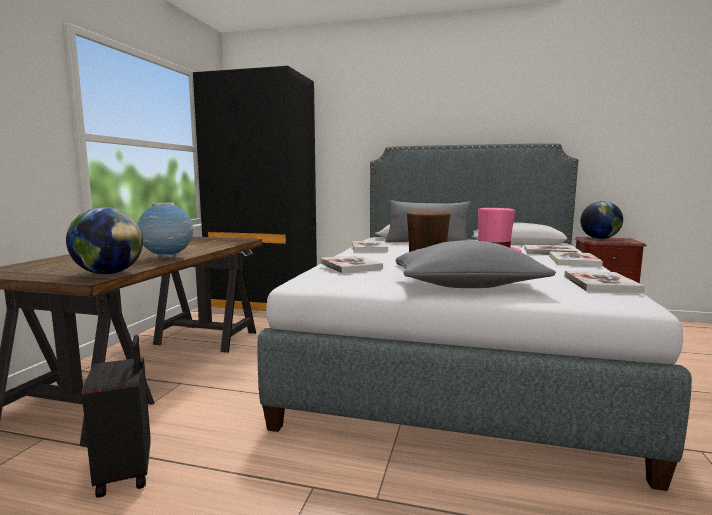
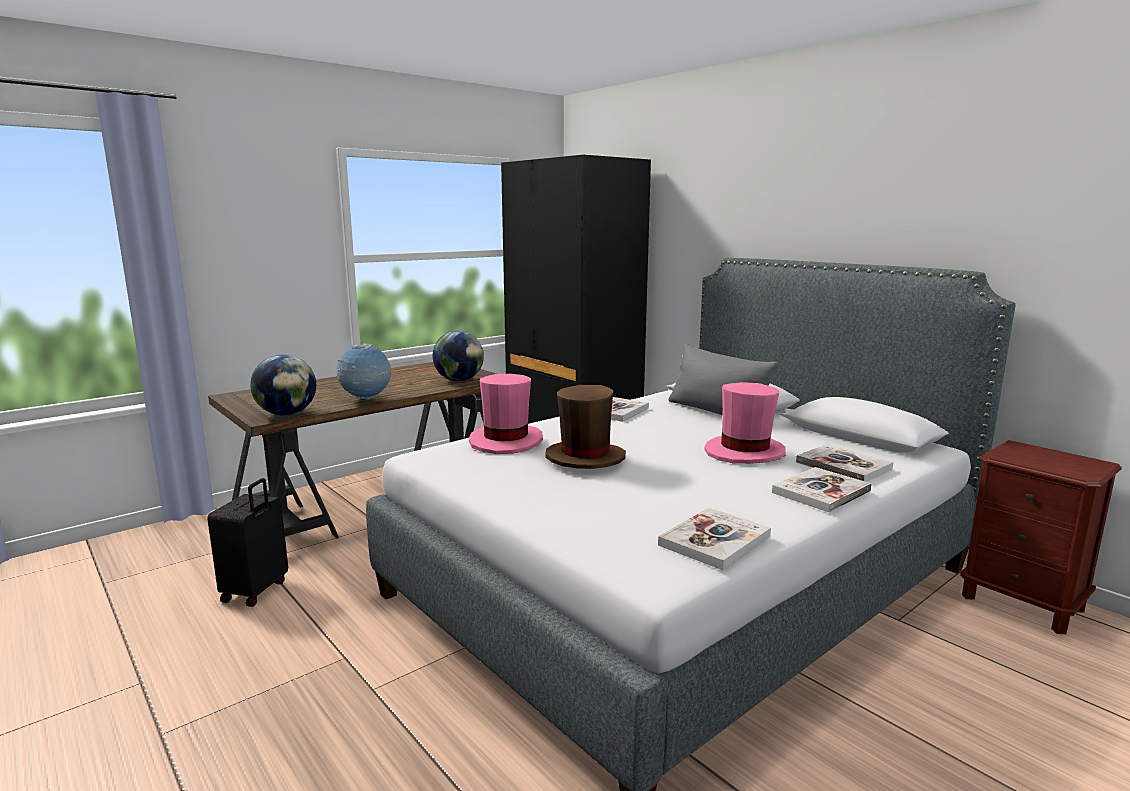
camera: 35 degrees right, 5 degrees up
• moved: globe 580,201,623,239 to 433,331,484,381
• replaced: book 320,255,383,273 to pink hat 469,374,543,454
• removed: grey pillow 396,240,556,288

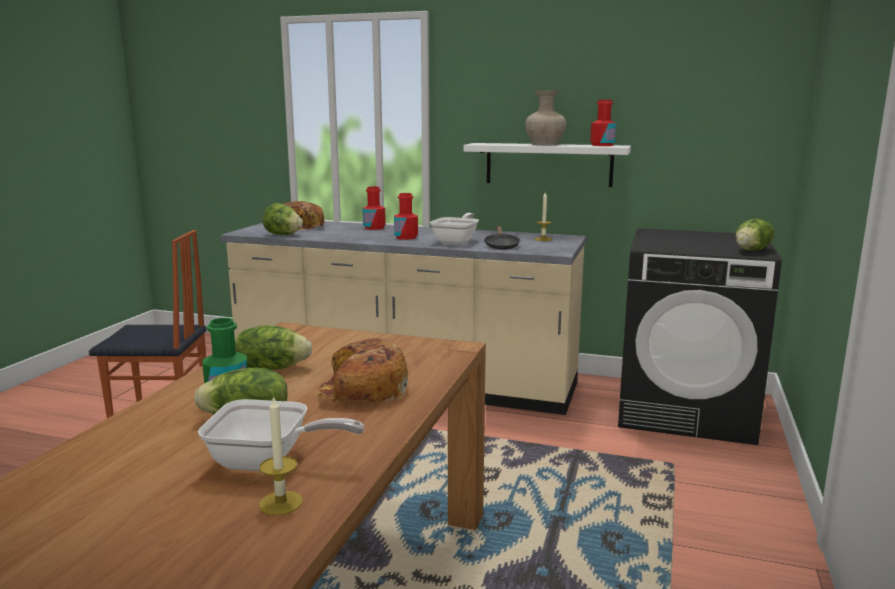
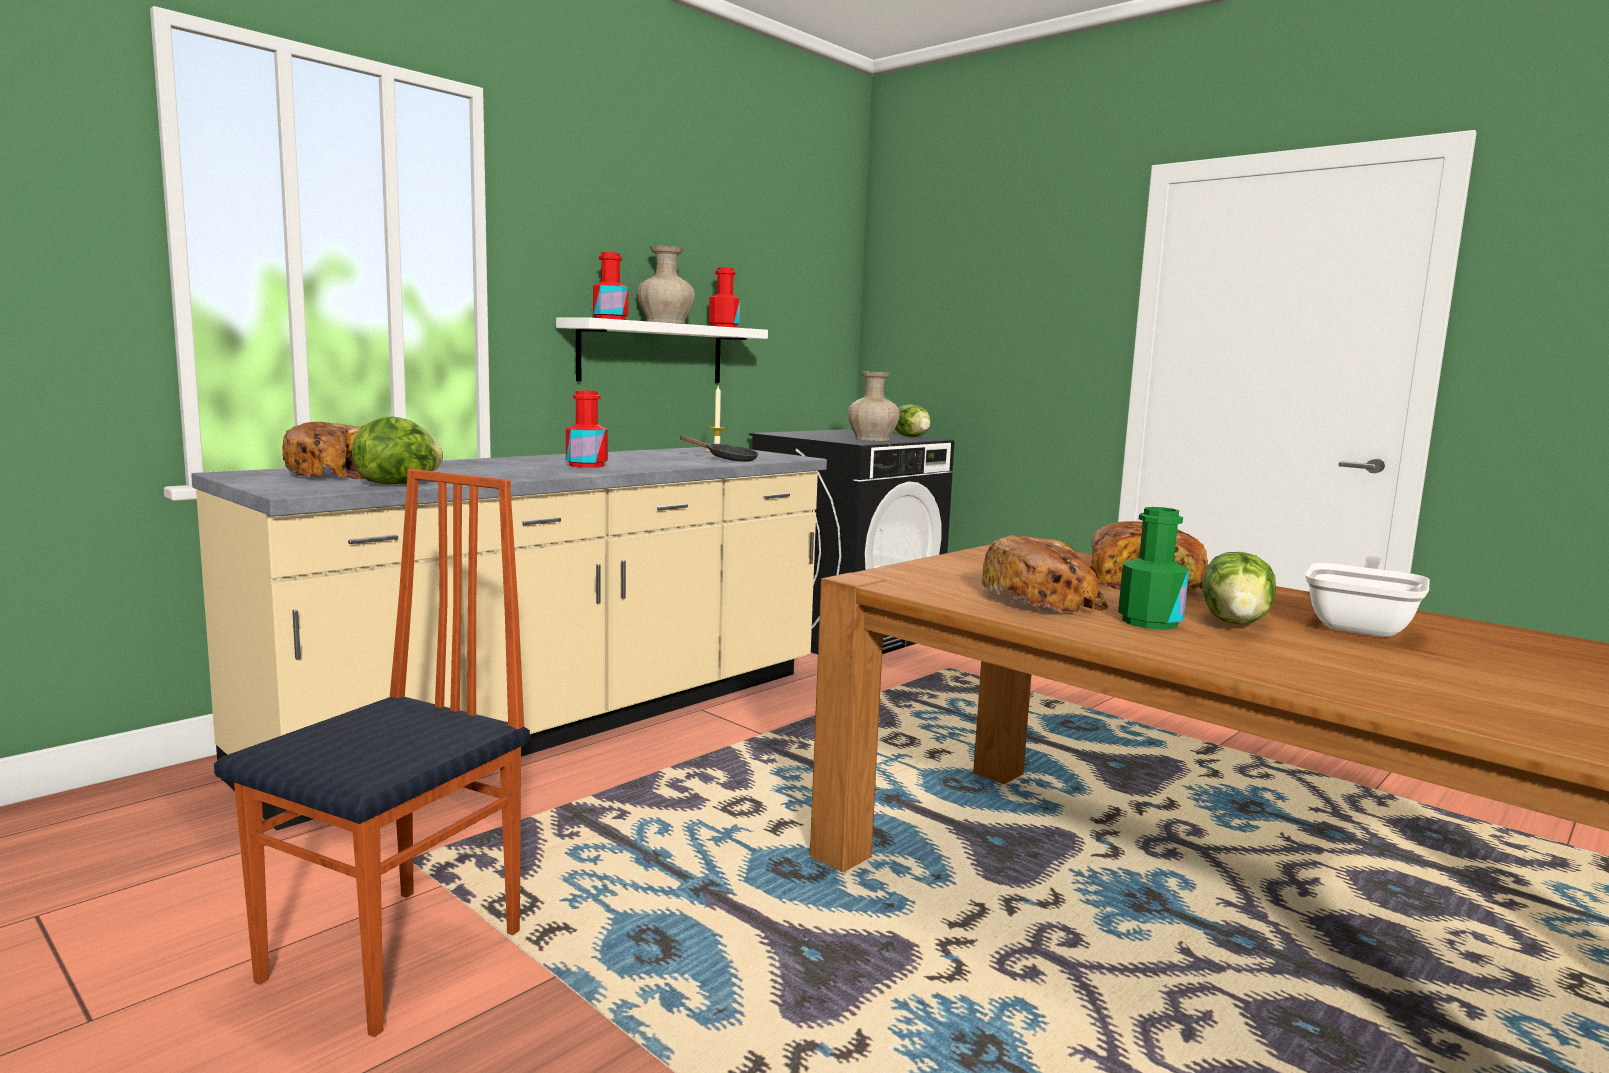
camera: 65 degrees left, 5 degrees down
• moved: red bottle 362,186,386,230 to 593,252,628,320
• added: beige vase 848,371,899,441
• replaced: lettuce 235,325,312,370 to bread 981,535,1109,612
• removed: candle 259,396,303,515
• removed: frying pan 430,213,479,244

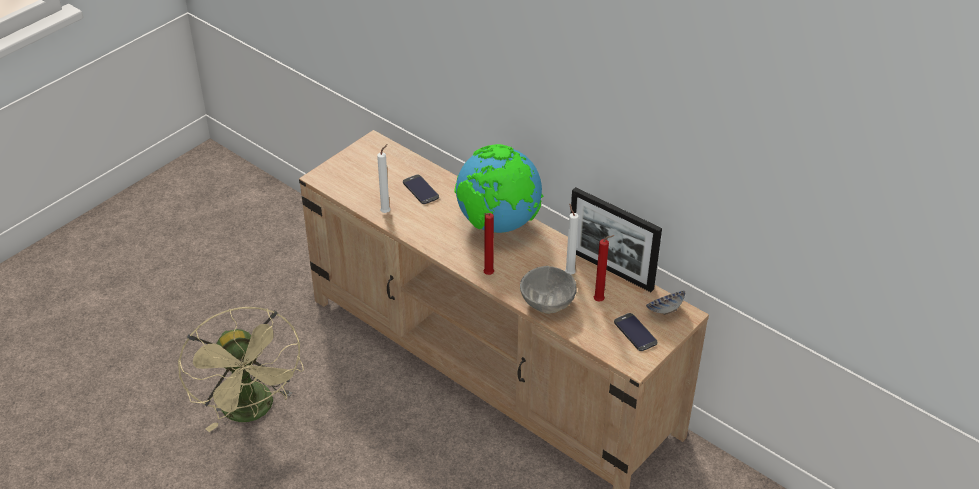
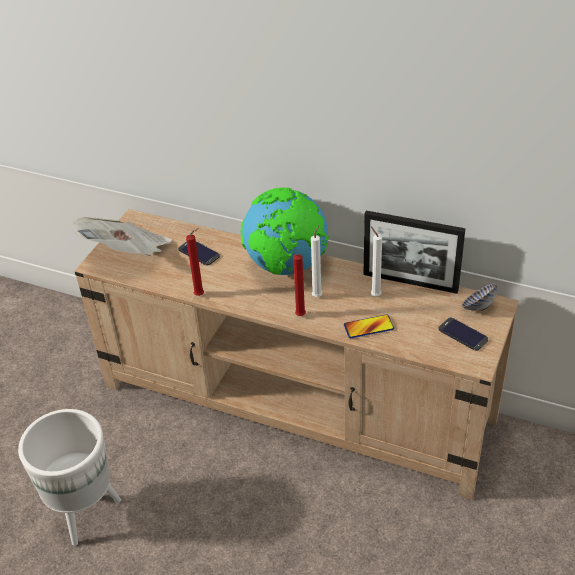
camera: 15 degrees left, 0 degrees up
• replaced: beige fan 178,307,304,432 to white planter 18,409,121,546
• added: newspaper 73,217,172,256
• moved: red candle 594,235,615,301 to 186,228,204,296
• moved: white candle 377,144,390,213 to 311,225,322,297
• replaced: grey bowl 520,266,577,314 to phone 344,315,394,338

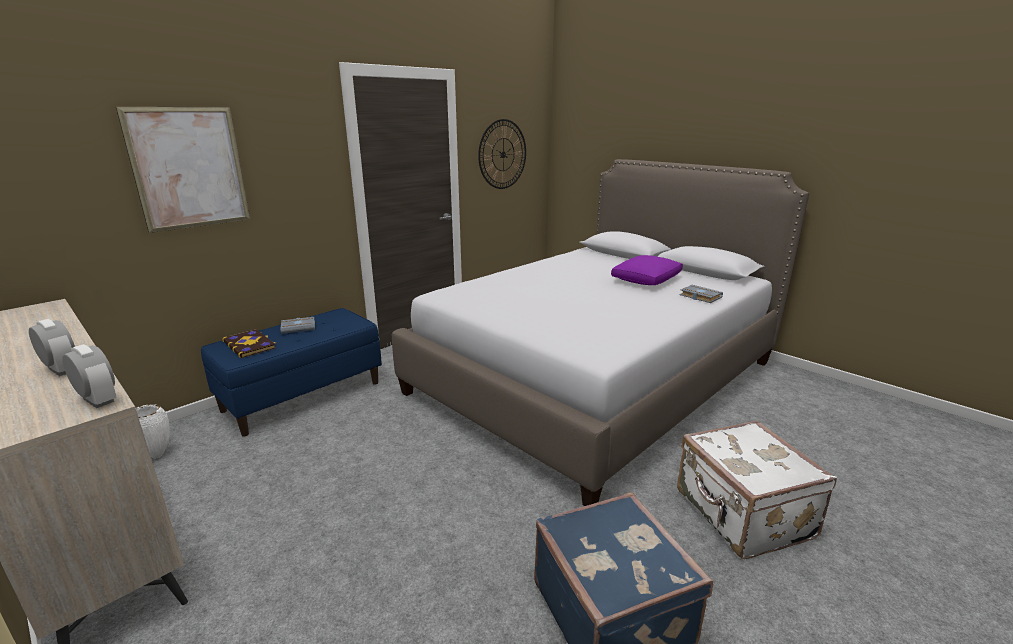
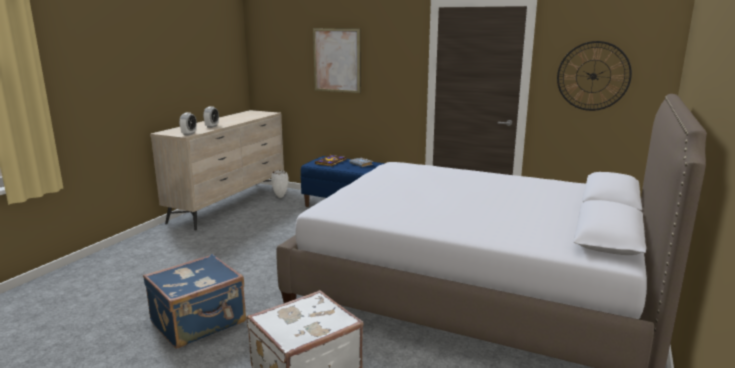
camera: 70 degrees right, 5 degrees down
• removed: purple pillow 611,255,683,285
• removed: grey book 680,285,723,303

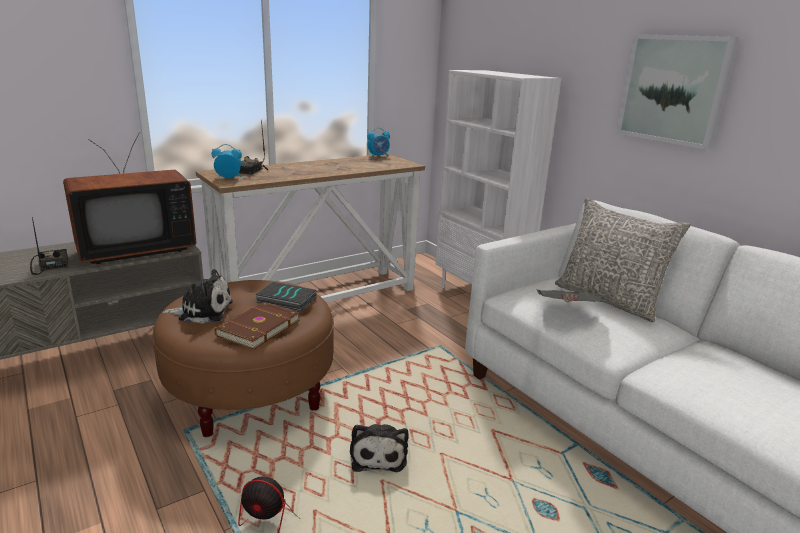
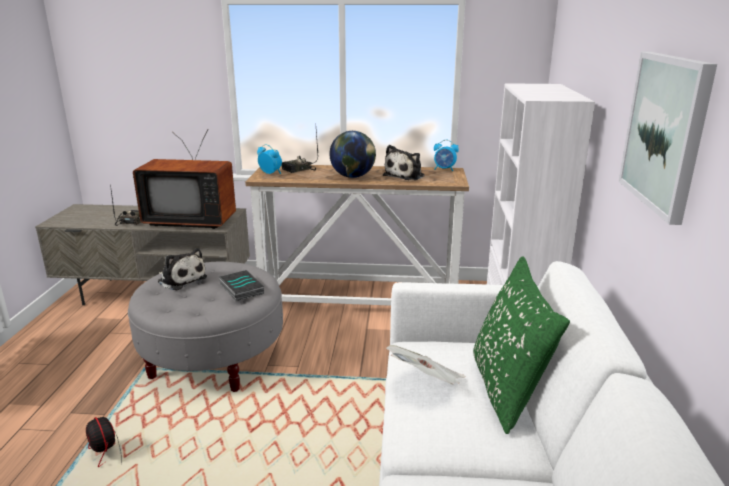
camera: 40 degrees right, 0 degrees up
• recoloured: brown ottoman 152,280,334,437 to grey ottoman 128,262,283,392
• added: globe 329,131,376,178
• moved: plush toy 350,424,409,472 to 383,145,425,180
• recoloured: grey pillow 555,197,691,322 to green pillow 473,257,570,434
• removed: brown book 215,302,300,350

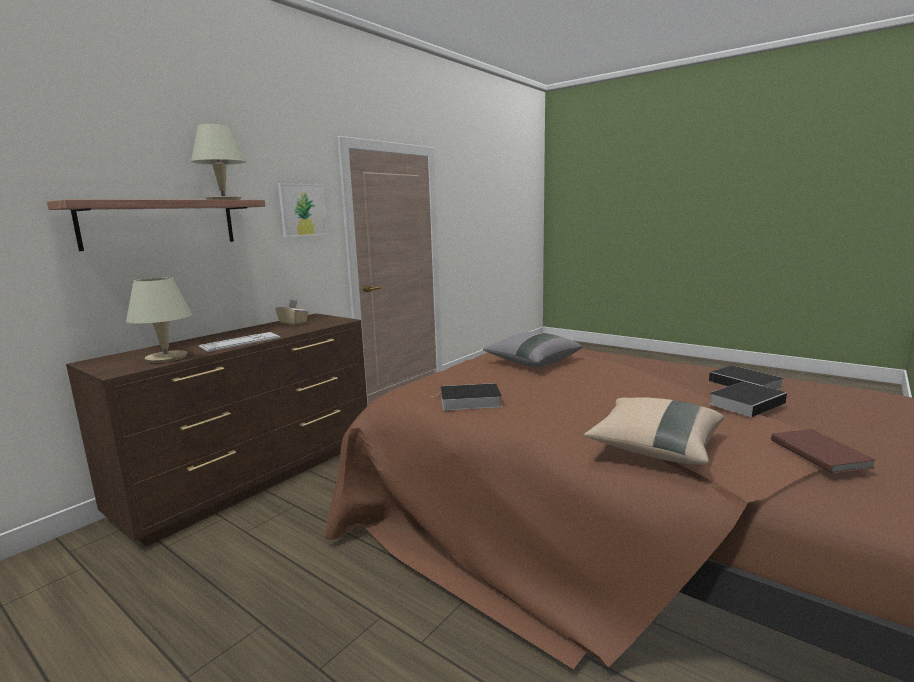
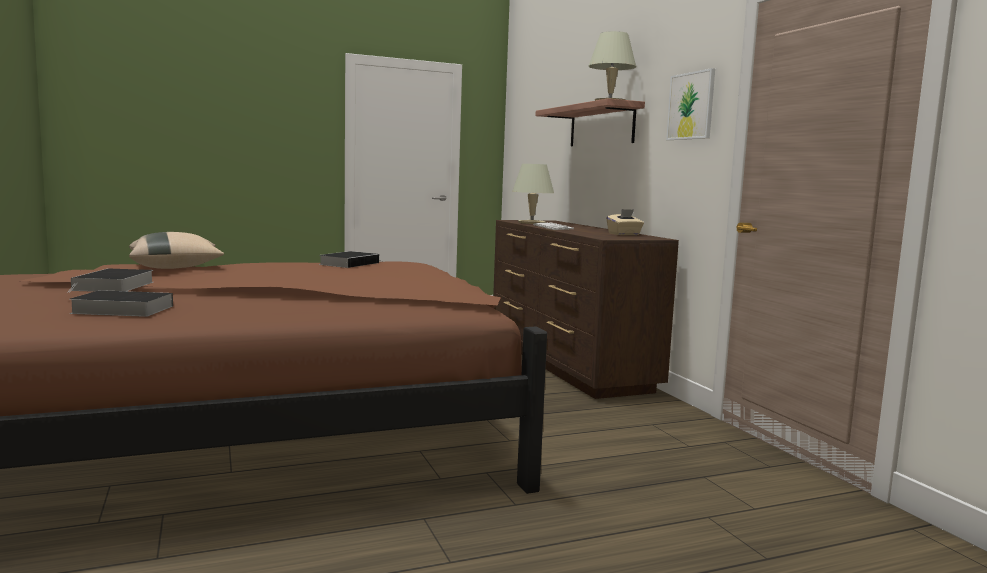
camera: 120 degrees right, 5 degrees down
• removed: grey pillow 483,332,582,367
• removed: brown book 771,429,876,474

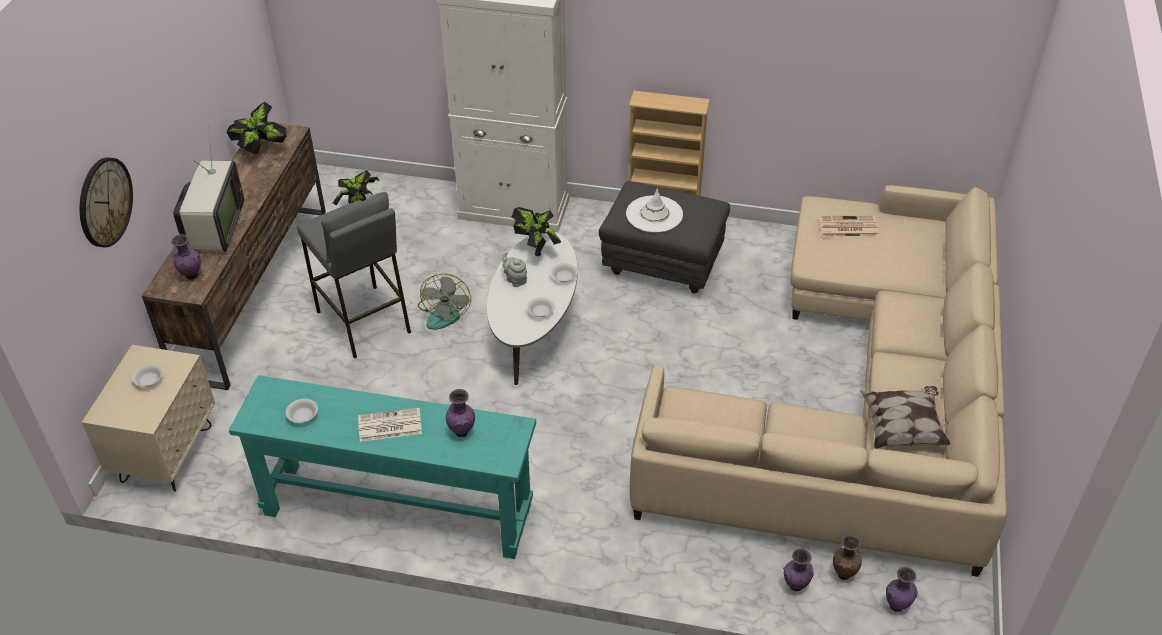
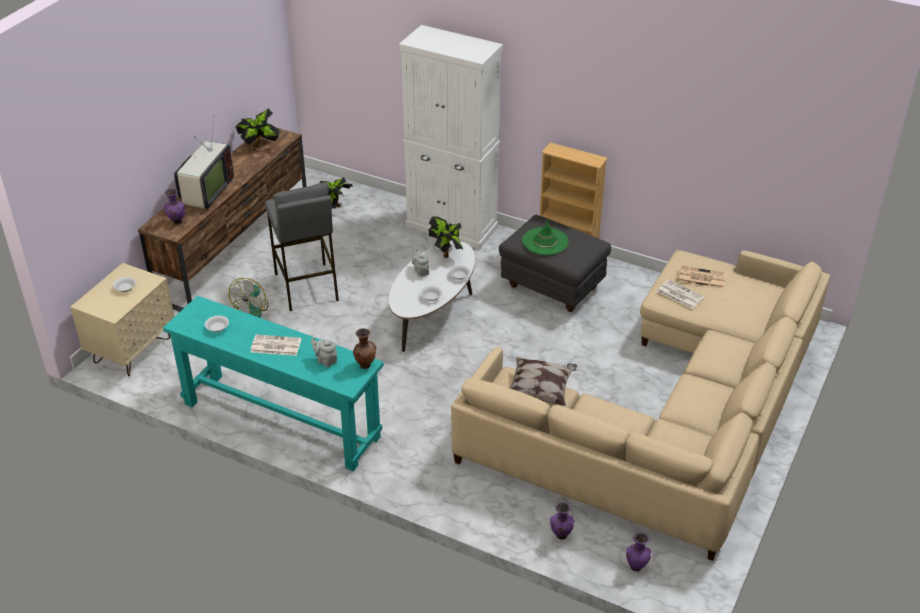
camera: 15 degrees right, 5 degrees down
• moved: fan 418,273,471,330 to 229,278,268,318
• replaced: purple vase 446,389,475,437 to grey teapot 311,336,337,367
• moved: brown vase 833,535,862,580 to 353,328,376,369
• moved: pillow 859,386,950,449 to 510,356,577,406
• recoloured: white hat 626,188,683,233 to green hat 522,220,569,255
• added: newspaper 657,280,704,309
• removed: wall clock 79,157,133,247

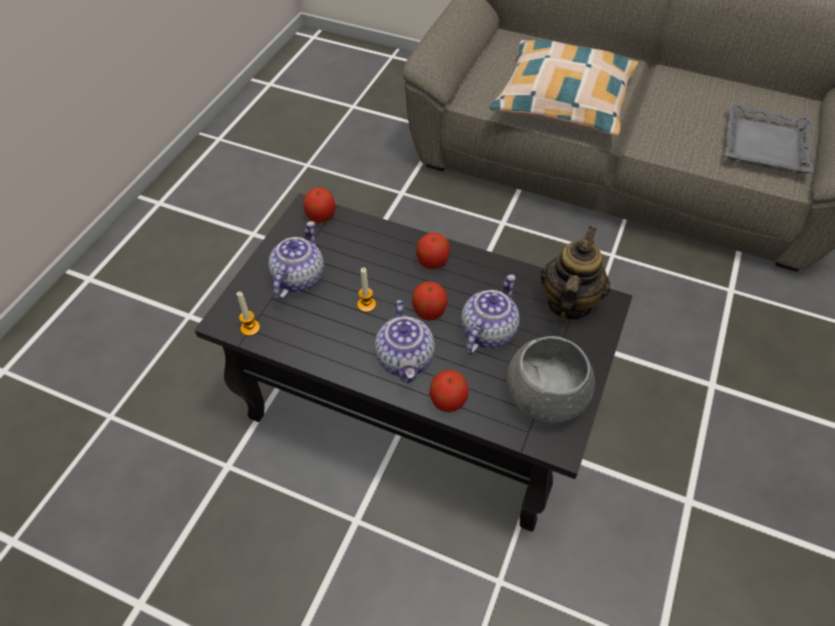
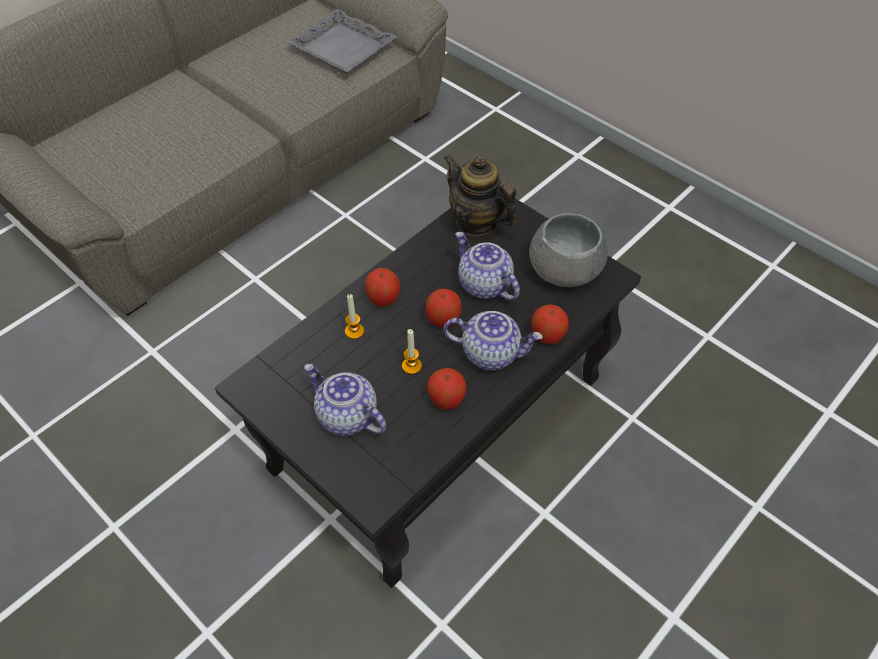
camera: 70 degrees left, 0 degrees up
• moved: candle 237,292,260,336 to 345,294,364,339
• moved: apple 303,187,336,223 to 427,368,466,410
• removed: pillow 489,40,639,136

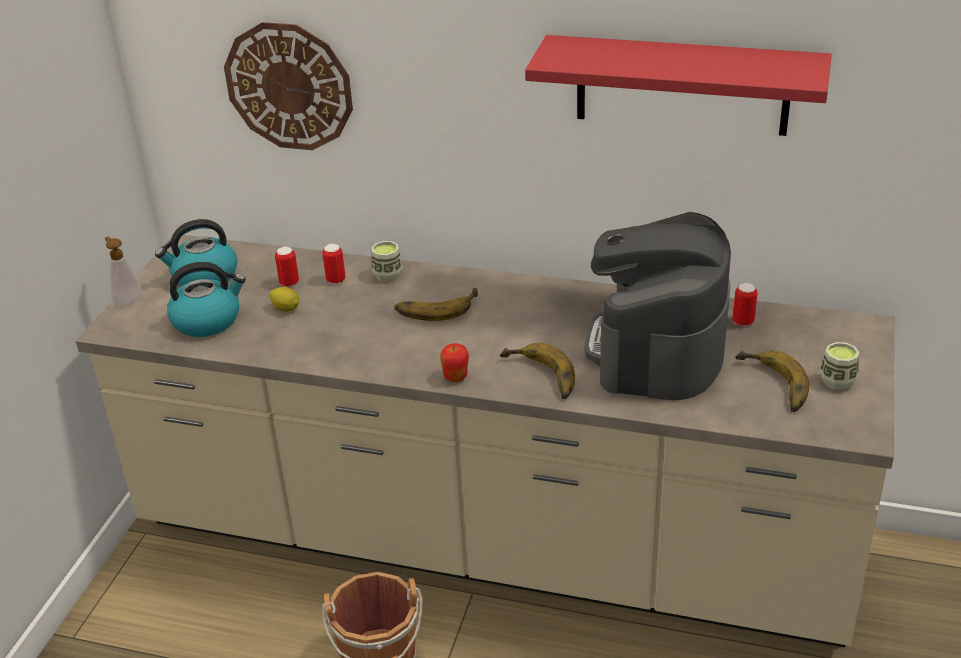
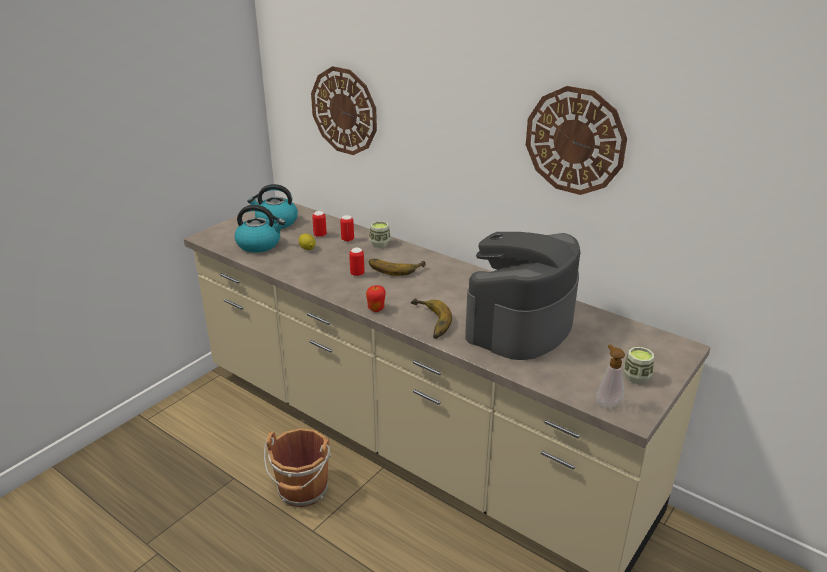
camera: 20 degrees right, 5 degrees down
• moved: can 733,283,757,326 to 349,248,365,277
• replaced: red shelf 525,35,832,136 to wall clock 526,86,627,195
• moved: soap dispenser 105,237,141,305 to 596,344,625,408
• removed: banana 735,351,809,412

